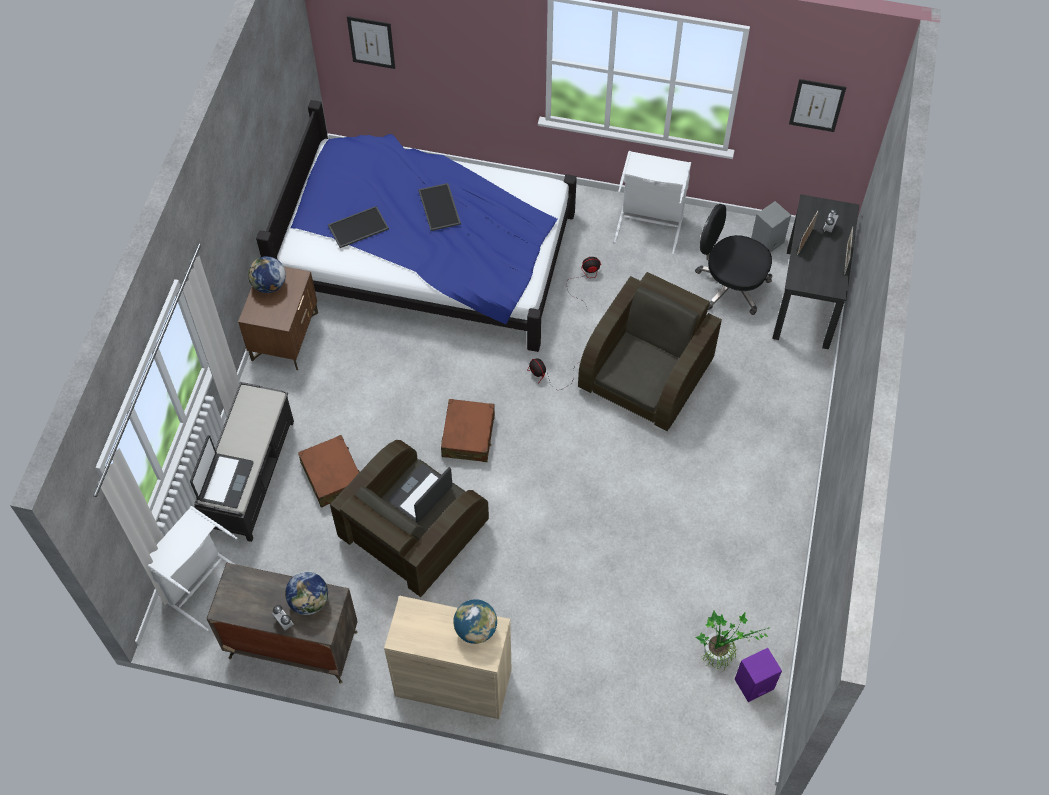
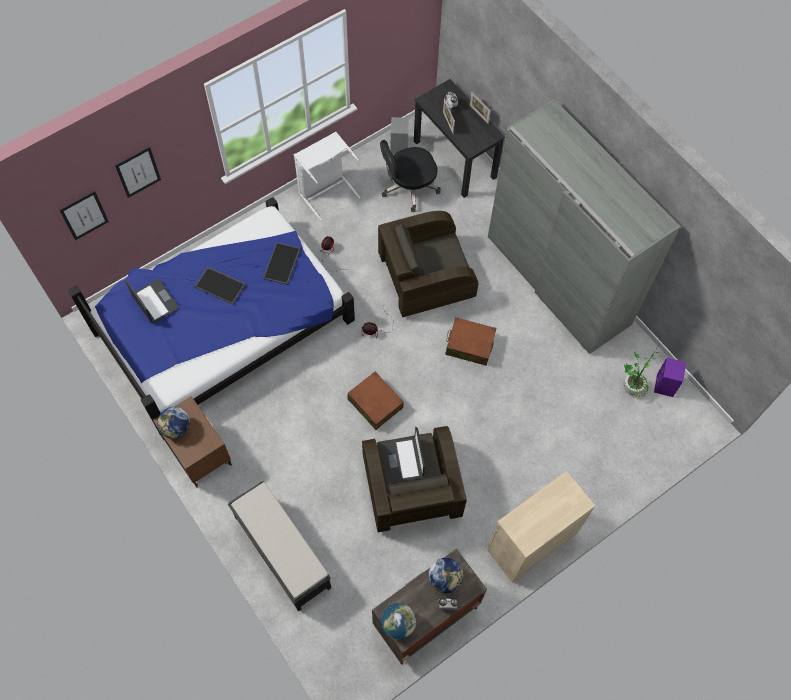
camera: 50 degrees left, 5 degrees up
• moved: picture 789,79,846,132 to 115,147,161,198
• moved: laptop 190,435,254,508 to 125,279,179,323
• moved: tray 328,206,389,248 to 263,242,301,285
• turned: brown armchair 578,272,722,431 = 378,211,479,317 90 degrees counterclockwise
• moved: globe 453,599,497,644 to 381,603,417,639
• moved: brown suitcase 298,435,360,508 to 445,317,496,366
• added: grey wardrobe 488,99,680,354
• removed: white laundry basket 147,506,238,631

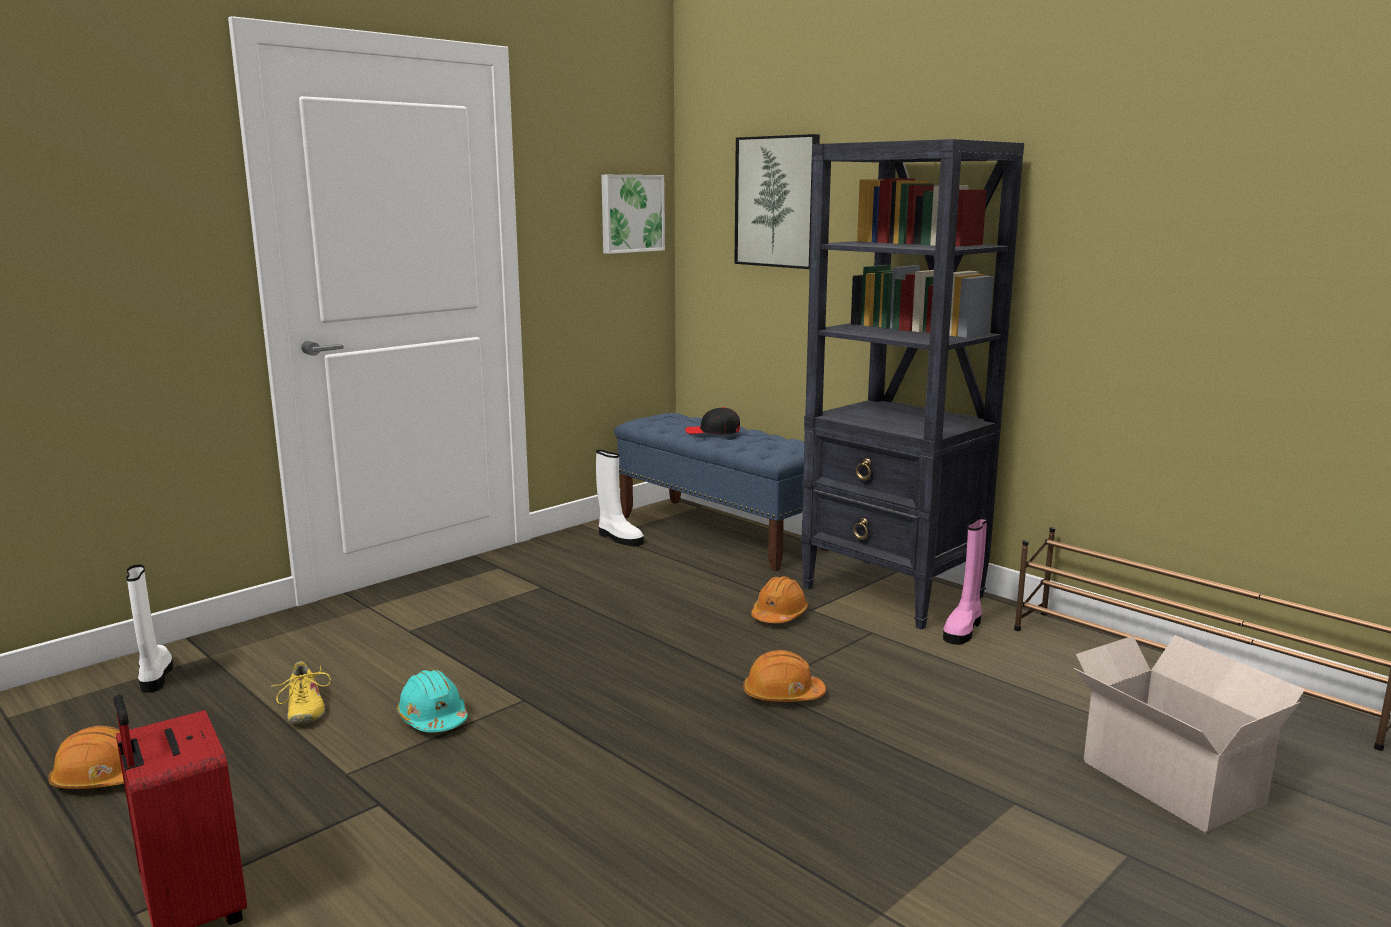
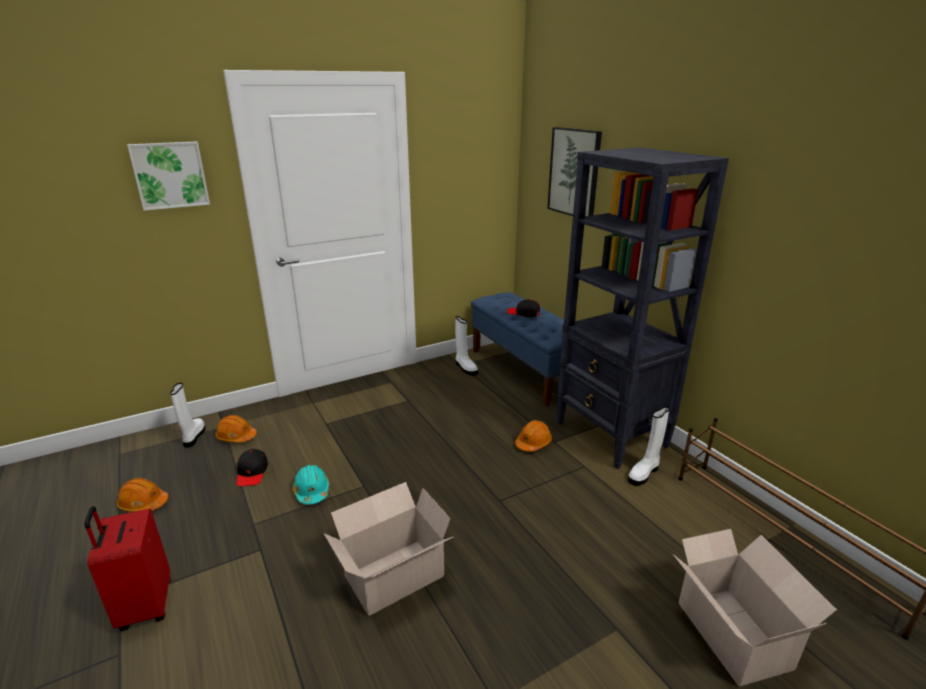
camera: 15 degrees right, 10 degrees up
• moved: picture 601,175,665,254 to 127,141,210,211
• moved: orange hard hat 743,650,826,702 to 215,415,257,443
• replaced: yellow shoe 270,661,331,724 to black cap 237,449,268,486
• added: cardboard box 324,482,453,616
• recoloured: pink boot 943,517,987,645 to white boot 628,406,670,486

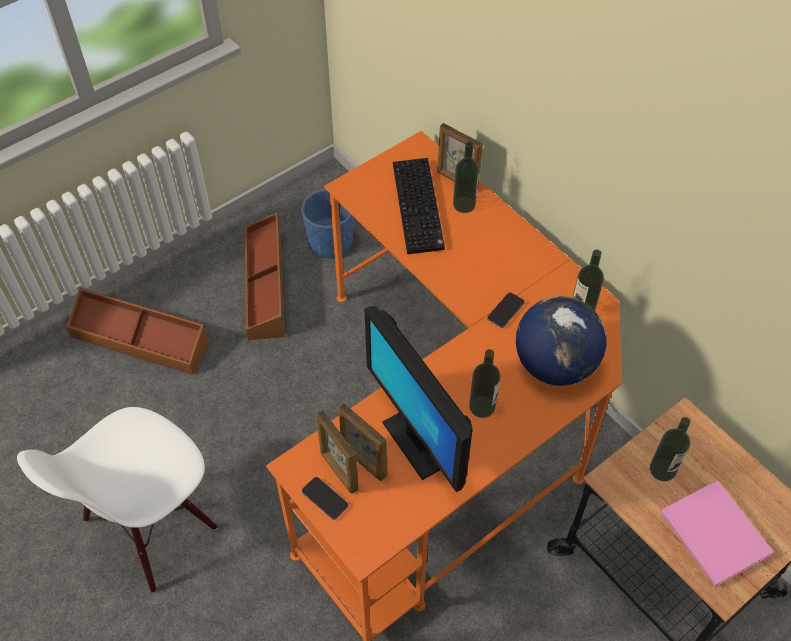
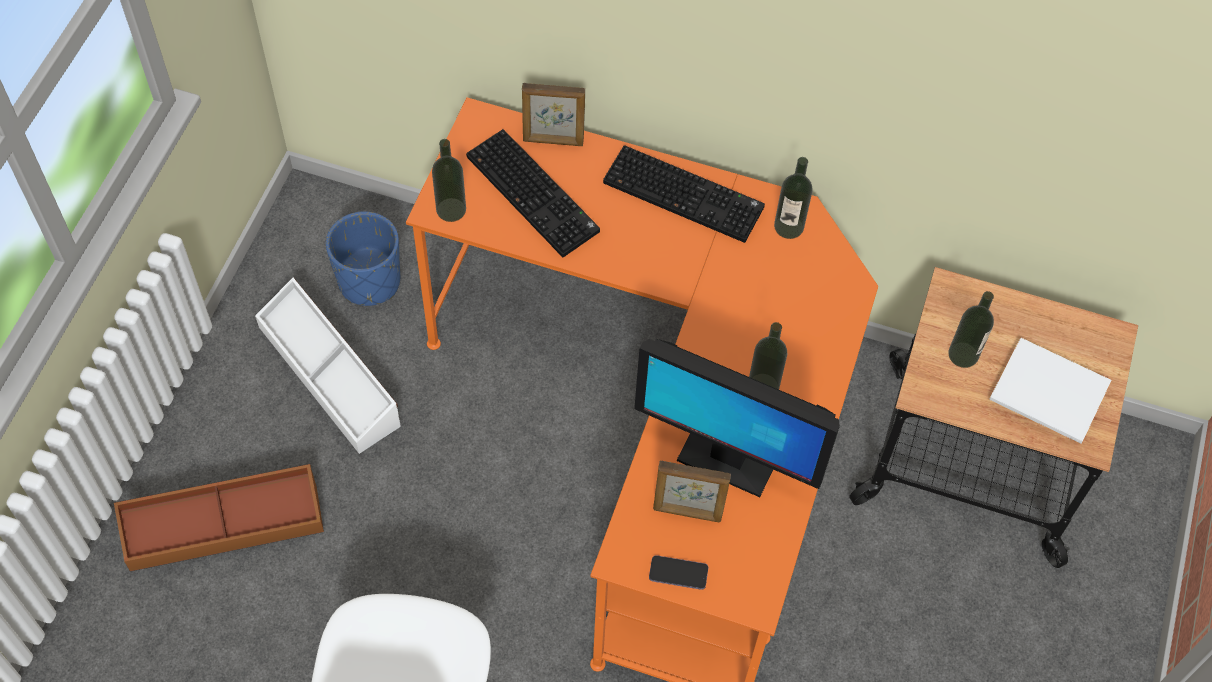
camera: 35 degrees left, 5 degrees up
• recoloured: brown storage box 245,213,285,340 to white storage box 255,278,401,454
• moved: bottle 453,141,479,213 to 432,139,466,222
• added: keyboard 603,145,765,243
• recoloured: pink book 660,480,774,587 to white book 989,338,1111,444
• removed: picture frame 316,410,358,494
• removed: phone 487,292,525,328
• removed: globe 516,296,607,386

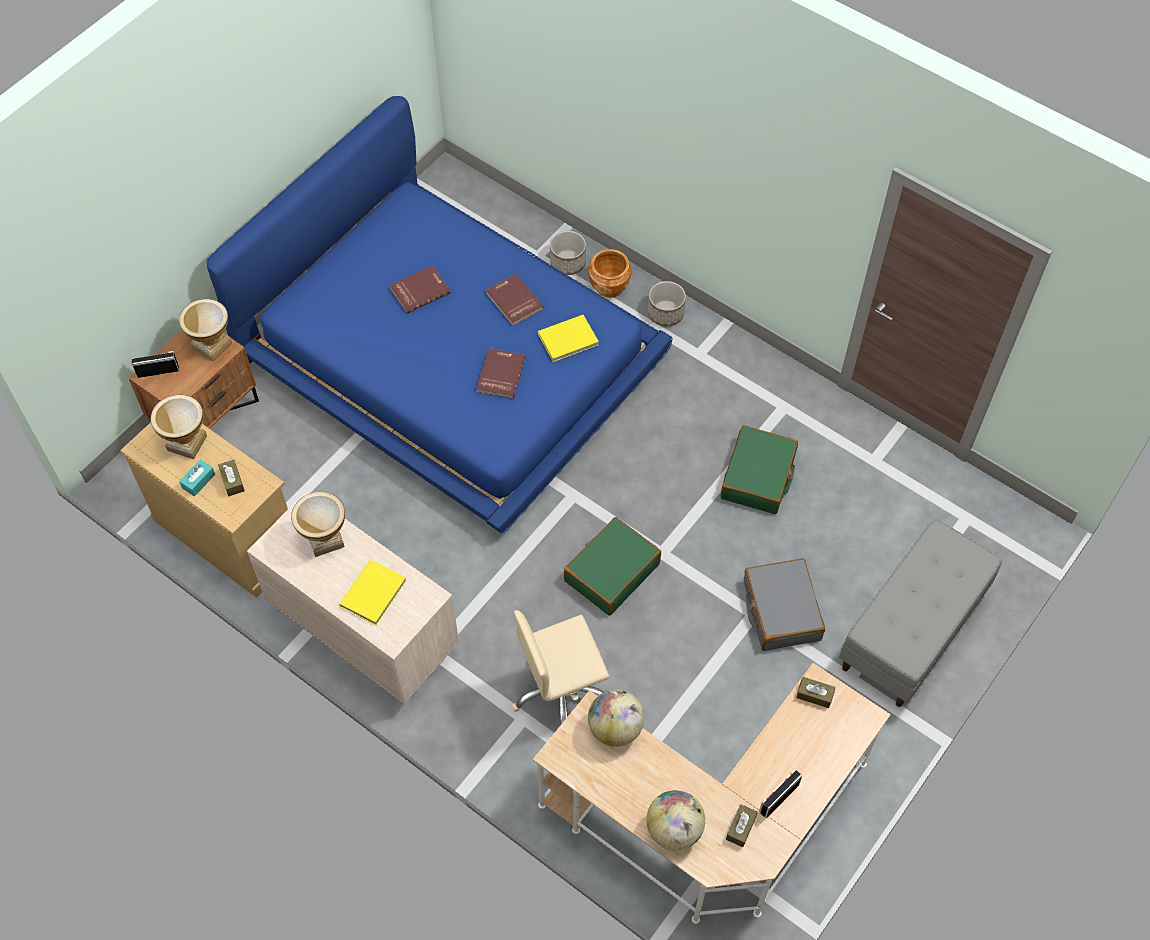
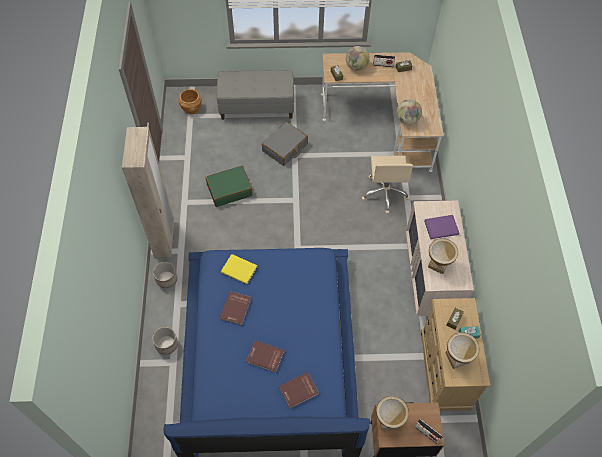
camera: 130 degrees left, 0 degrees up
• added: beige wardrobe 122,127,174,257
• moved: brown planter 588,249,632,298 to 179,89,202,114
• moved: red book 476,348,526,399 to 279,372,319,408
• moved: globe 647,790,705,850 to 346,46,370,71
• turned: beige office chair 512,610,609,724 = 362,156,413,213 60 degrees clockwise
• recoloured: yellow book 339,560,407,625 to purple book 424,215,459,239
• removed: green suitcase 564,517,661,616

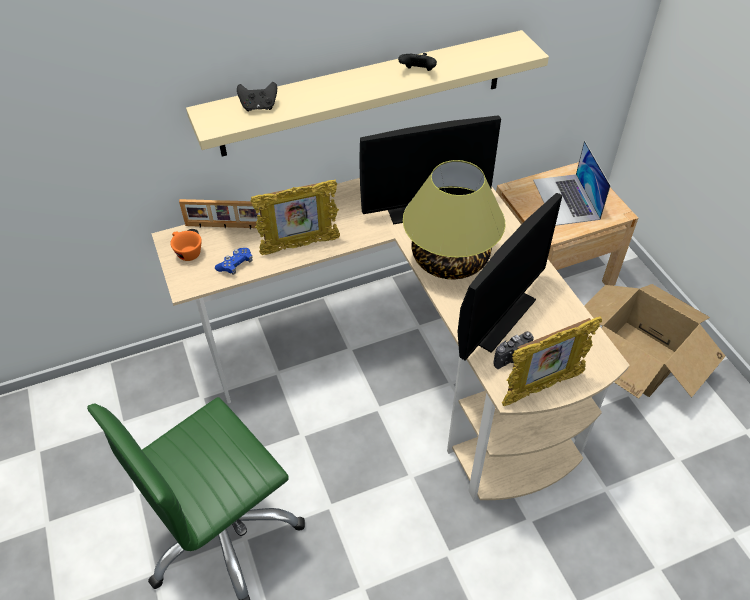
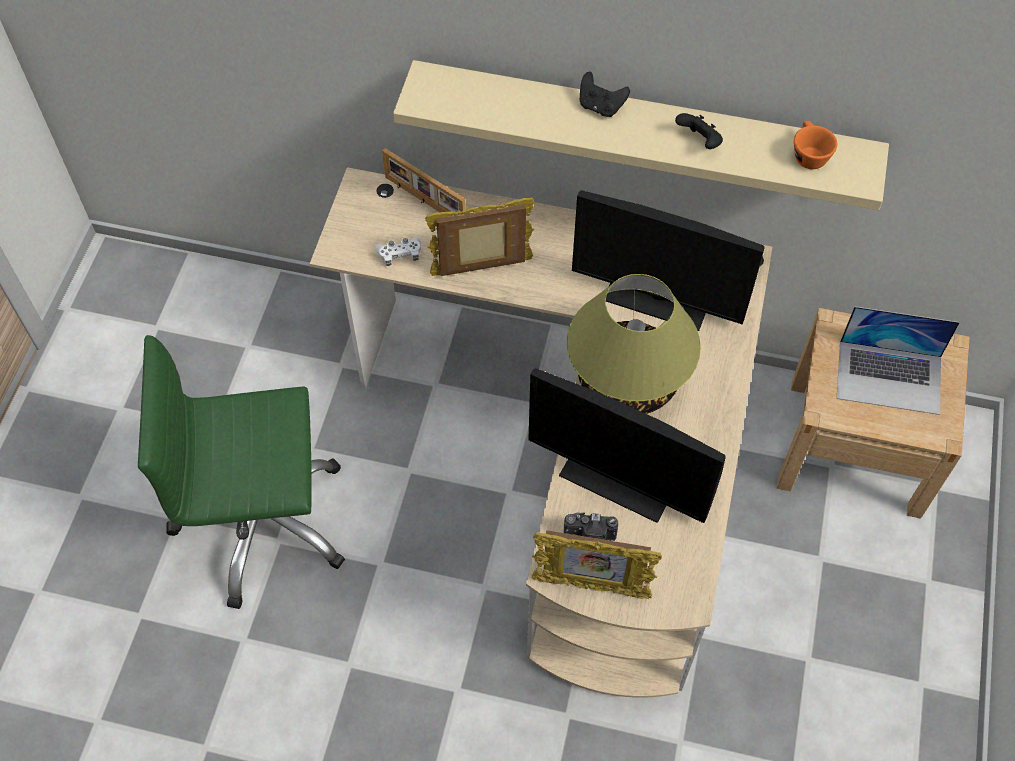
camera: 35 degrees right, 10 degrees up
• recoloured: blue game controller 215,248,253,275 to white game controller 375,237,421,266
• turned: picture frame 251,180,340,255 = 425,198,535,276 150 degrees clockwise
• turned: monitor 458,193,562,360 = 528,368,726,523 45 degrees clockwise
• moved: black game controller 237,82,277,111 to 580,72,630,117
• moved: orange cup 170,231,202,261 to 794,121,837,169
• turned: laptop 533,140,611,226 = 836,307,960,415 105 degrees counterclockwise
• removed: cardboard box 584,284,725,399

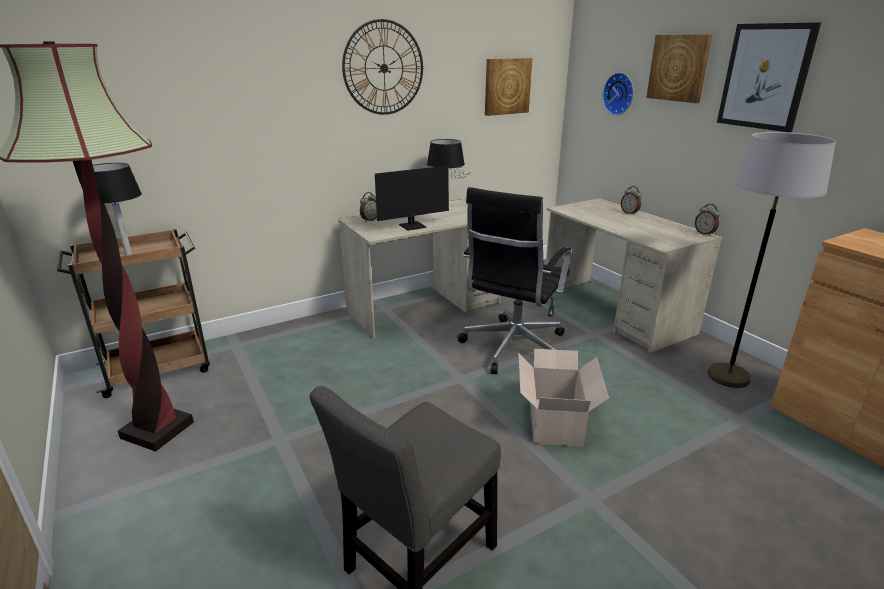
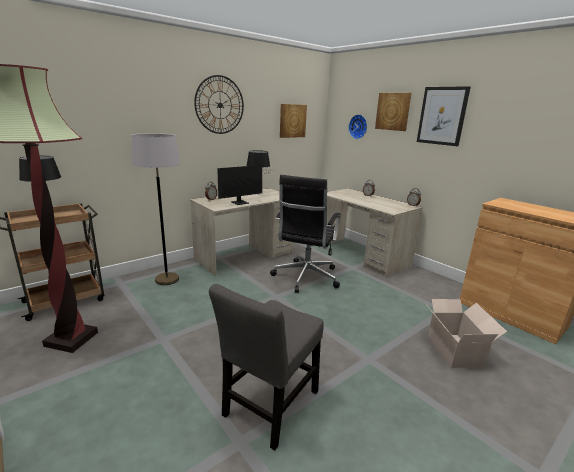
camera: 10 degrees left, 5 degrees down
• moved: grey floor lamp 708,132,836,388 to 132,133,180,285
• moved: cardboard box 518,349,609,447 to 425,299,507,368

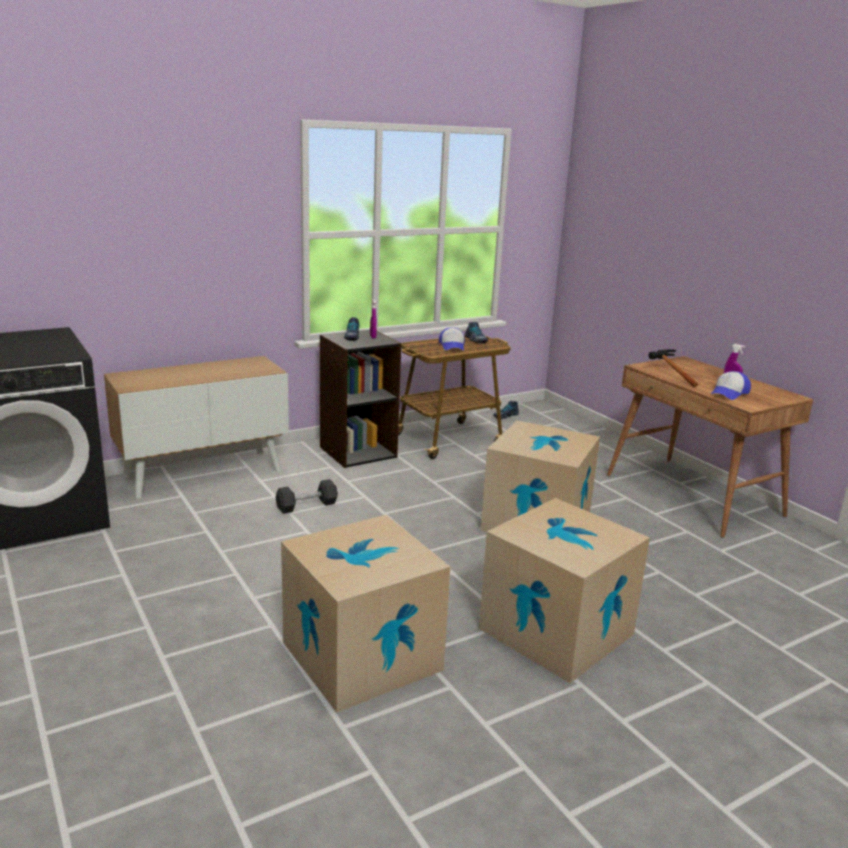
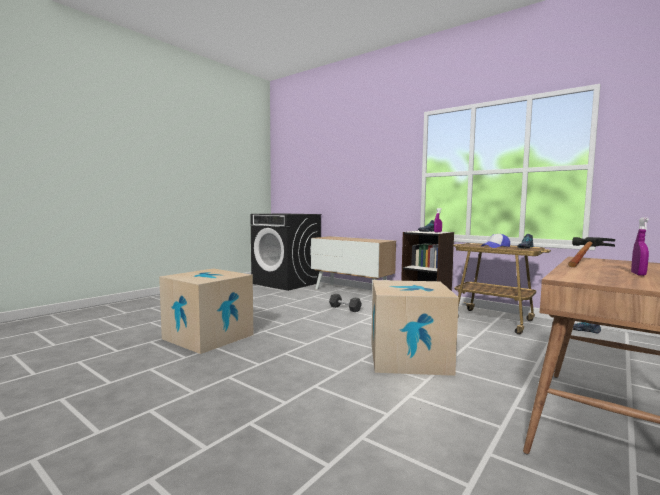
camera: 70 degrees right, 15 degrees down
• removed: cardboard box 479,498,650,683
• removed: cap 711,371,751,400

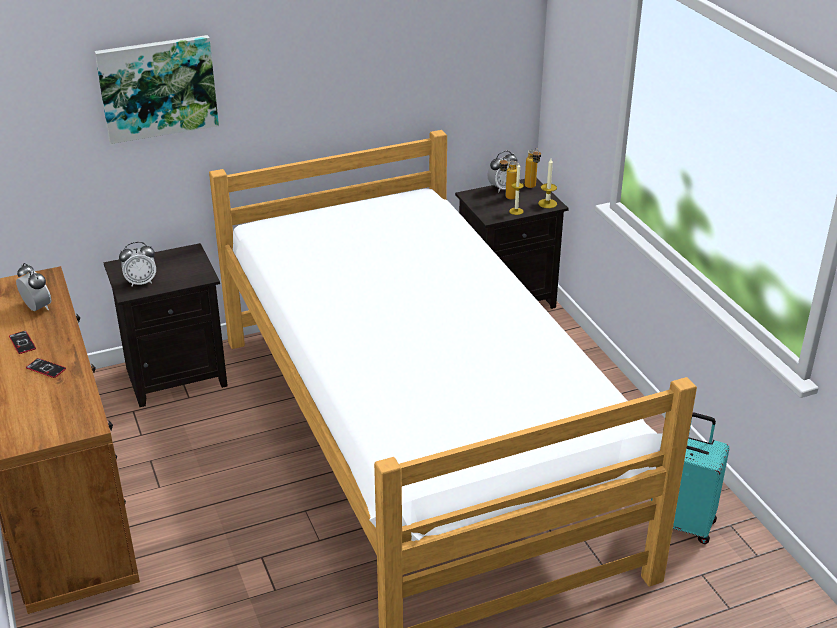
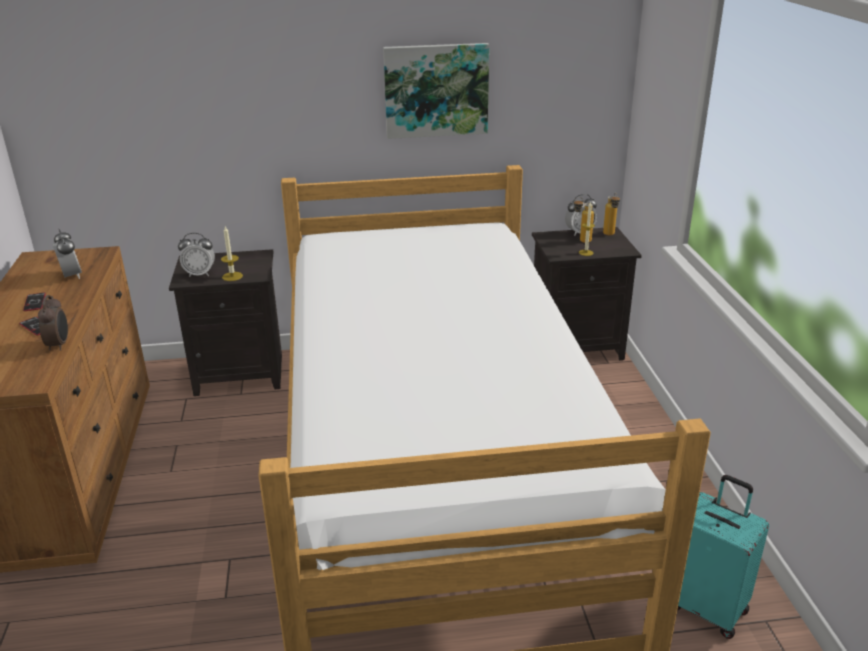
camera: 15 degrees right, 5 degrees down
• added: alarm clock 38,295,68,351
• moved: candle 538,159,557,208 to 221,226,243,281
• moved: picture 94,35,219,144 to 383,43,489,139

